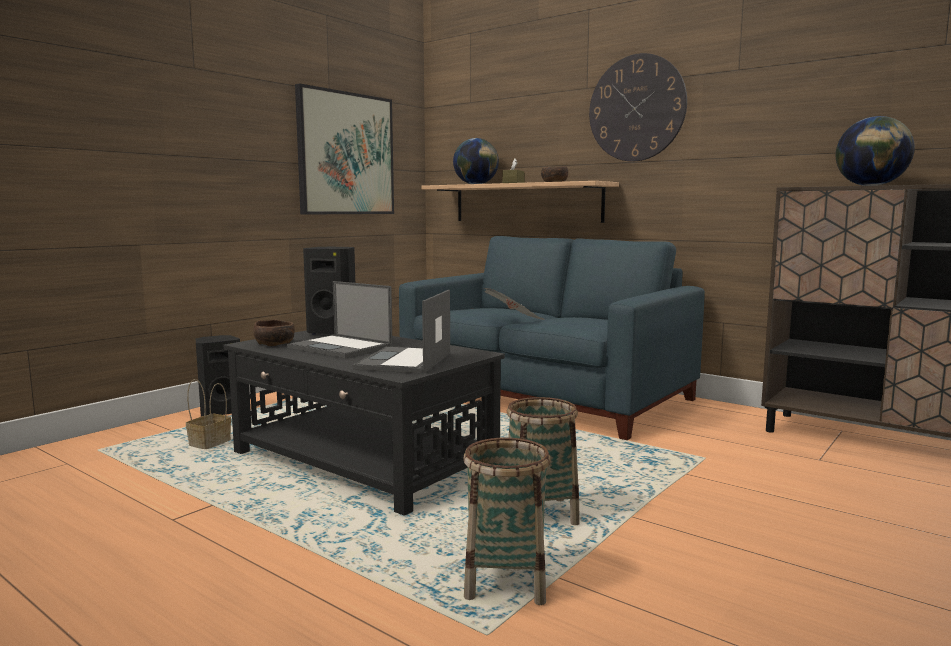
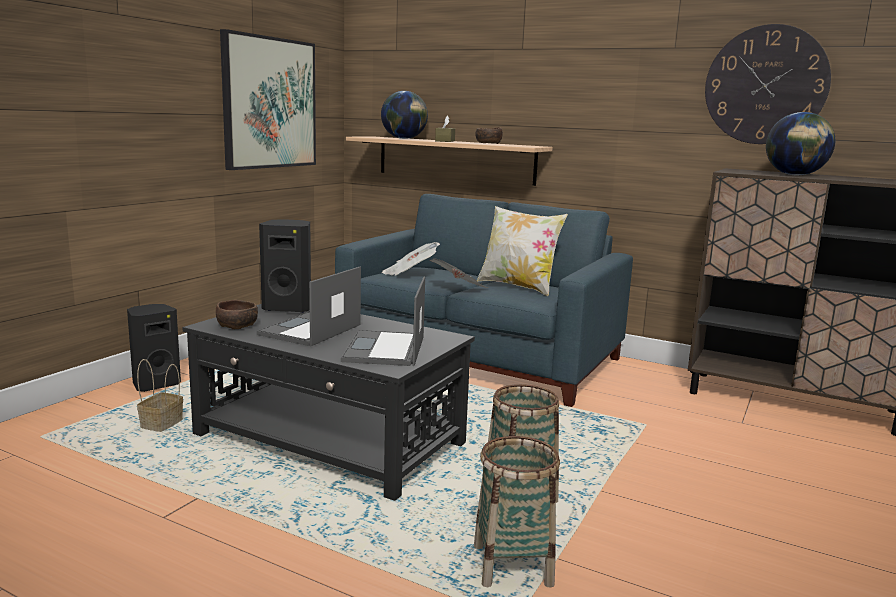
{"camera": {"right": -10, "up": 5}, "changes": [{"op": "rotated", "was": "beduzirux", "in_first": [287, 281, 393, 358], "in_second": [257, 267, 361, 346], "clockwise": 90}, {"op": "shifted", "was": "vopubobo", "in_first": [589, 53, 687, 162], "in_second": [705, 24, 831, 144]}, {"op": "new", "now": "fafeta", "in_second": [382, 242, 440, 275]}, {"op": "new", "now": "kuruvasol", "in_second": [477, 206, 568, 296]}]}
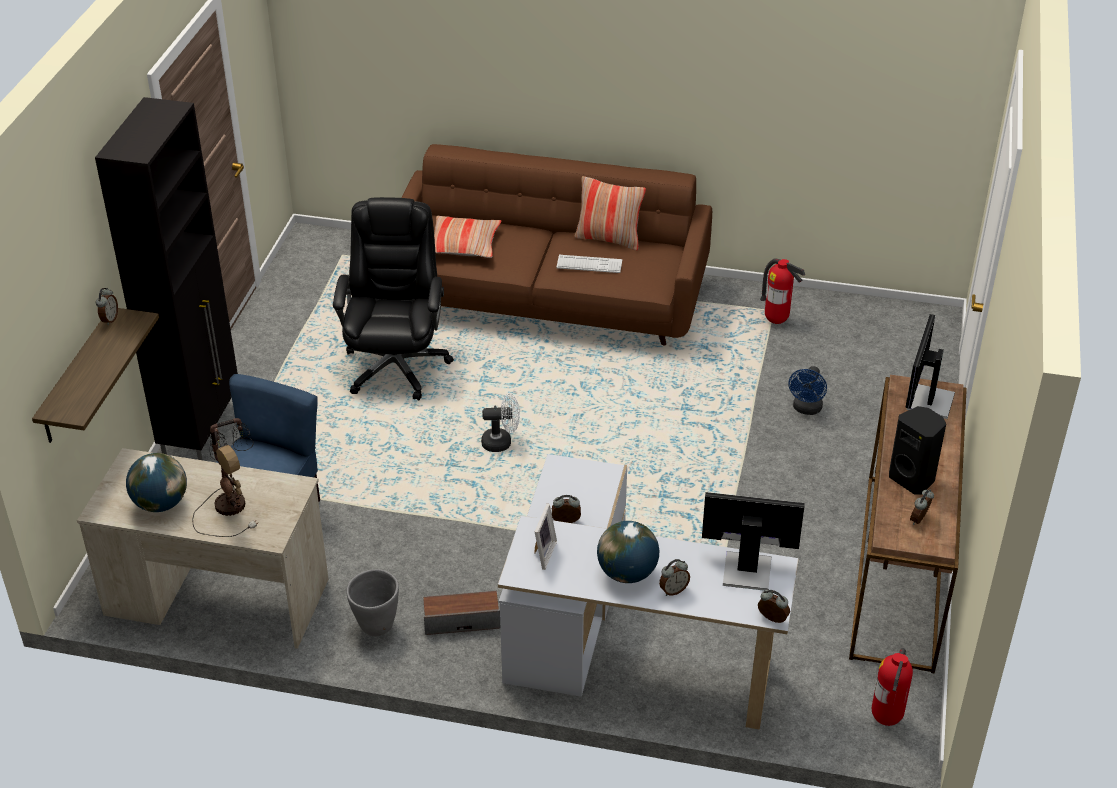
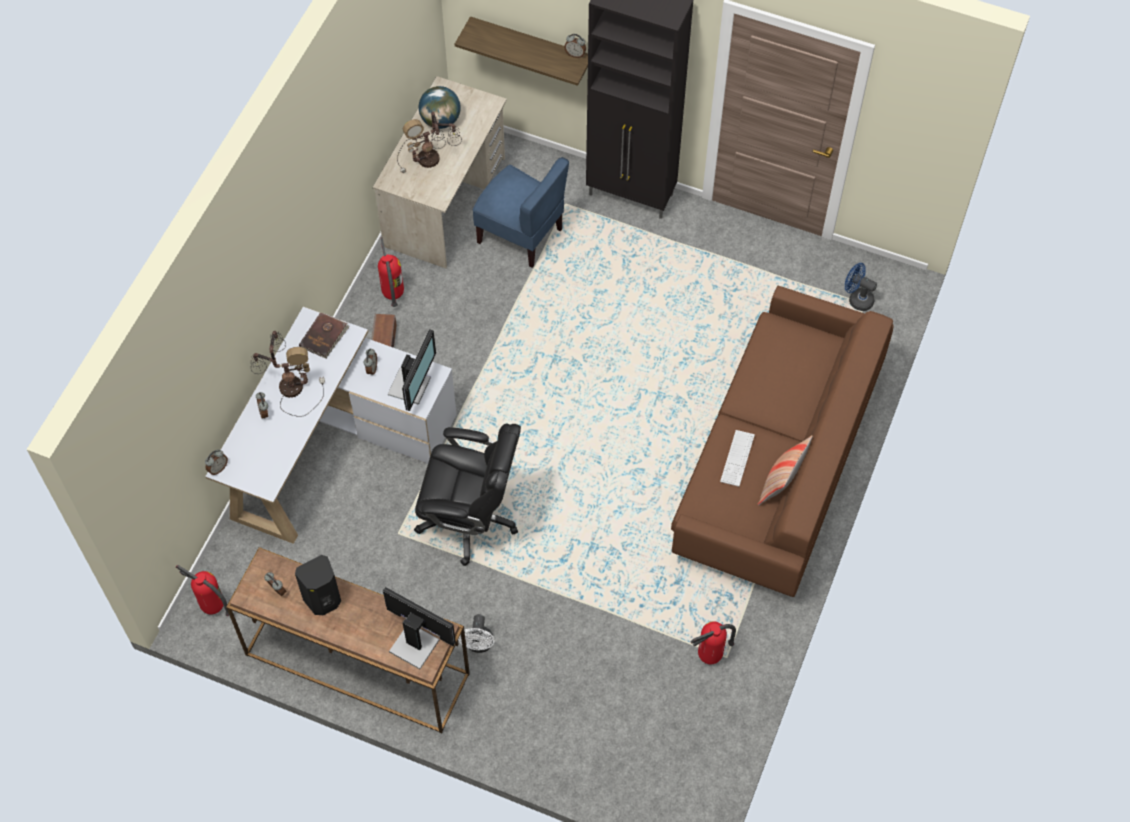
{"camera": {"right": 100, "up": 20}, "changes": [{"op": "shifted", "was": "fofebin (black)", "in_first": [333, 197, 454, 400], "in_second": [414, 424, 521, 566]}, {"op": "swapped", "was": "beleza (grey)", "now": "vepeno", "in_first": [346, 569, 399, 637], "in_second": [378, 237, 404, 307]}, {"op": "gone", "was": "kuruvasol", "in_first": [434, 216, 501, 258]}, {"op": "shifted", "was": "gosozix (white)", "in_first": [481, 393, 520, 452], "in_second": [458, 614, 495, 653]}, {"op": "swapped", "was": "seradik", "now": "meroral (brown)", "in_first": [534, 504, 557, 570], "in_second": [299, 312, 350, 359]}, {"op": "swapped", "was": "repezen", "now": "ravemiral", "in_first": [597, 521, 659, 583], "in_second": [250, 331, 325, 417]}, {"op": "shifted", "was": "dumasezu", "in_first": [702, 492, 805, 591], "in_second": [388, 329, 436, 411]}, {"op": "shifted", "was": "gosozix (blue)", "in_first": [788, 366, 827, 415], "in_second": [845, 263, 877, 311]}]}
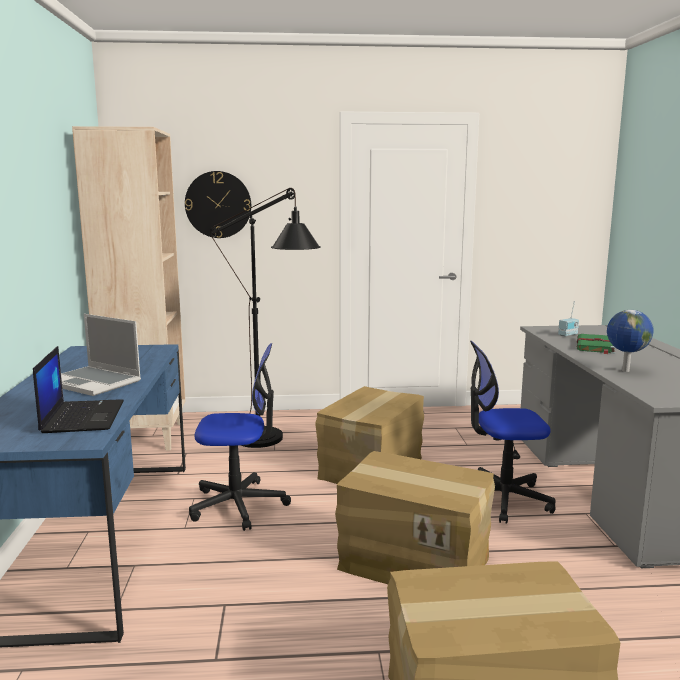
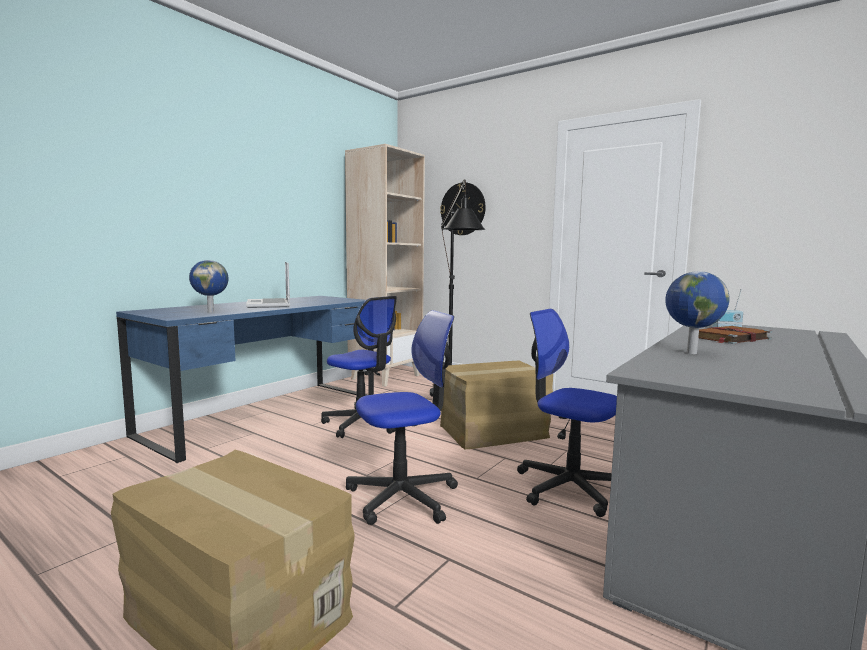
{"camera": {"right": 40, "up": -5}, "changes": [{"op": "swapped", "was": "beduzirux", "now": "repezen", "in_first": [33, 346, 124, 433], "in_second": [189, 260, 228, 313]}, {"op": "swapped", "was": "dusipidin", "now": "fofebin", "in_first": [335, 451, 495, 584], "in_second": [346, 310, 458, 525]}, {"op": "repainted", "was": "meroral (green)", "now": "meroral (brown)", "in_first": [577, 334, 615, 354], "in_second": [698, 326, 772, 344]}]}
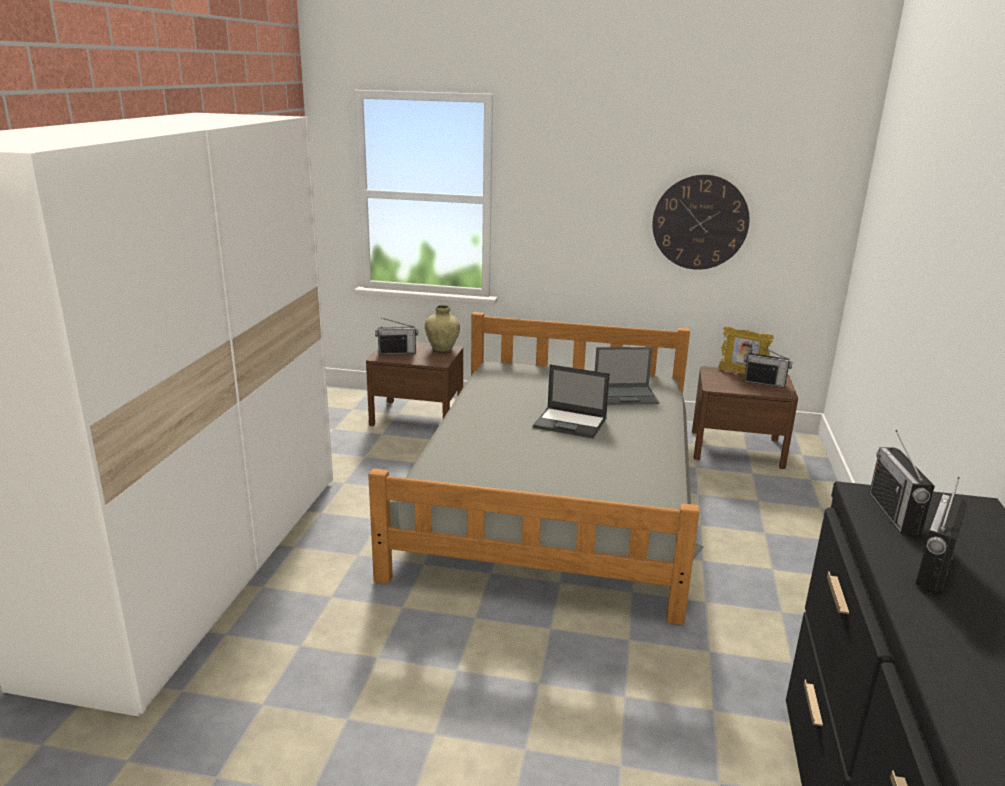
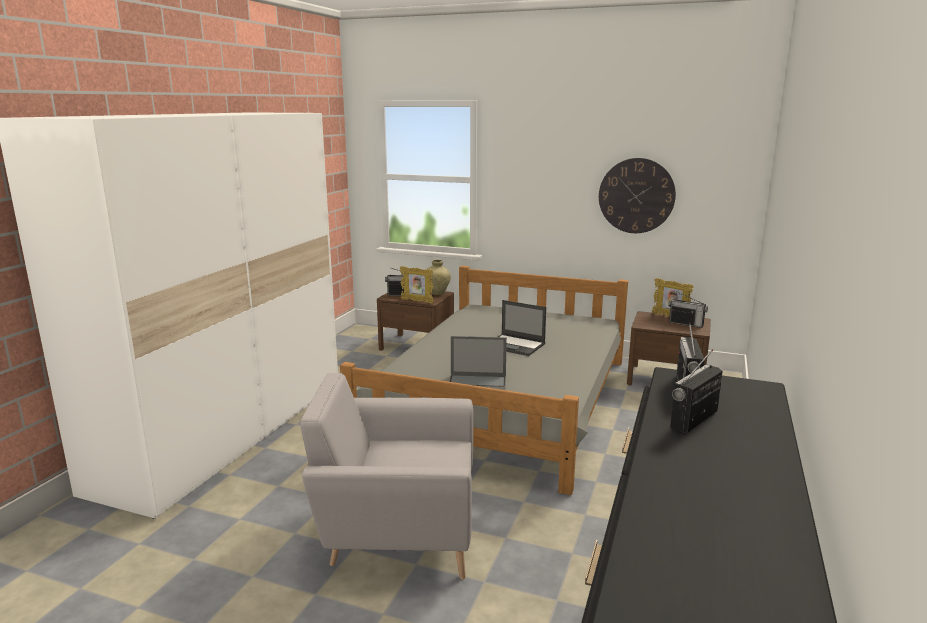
{"camera": {"right": 10, "up": -5}, "changes": [{"op": "shifted", "was": "beduzirux", "in_first": [595, 347, 660, 405], "in_second": [449, 336, 507, 390]}, {"op": "new", "now": "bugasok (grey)", "in_second": [300, 373, 473, 580]}, {"op": "new", "now": "seradik", "in_second": [400, 266, 434, 303]}]}
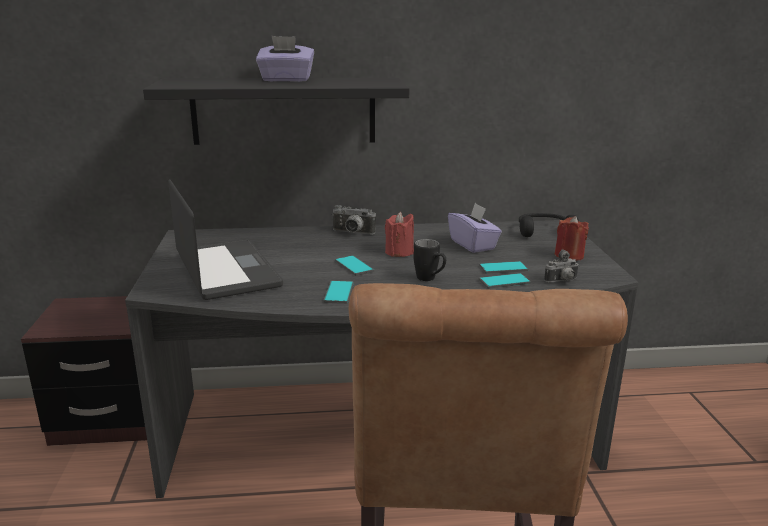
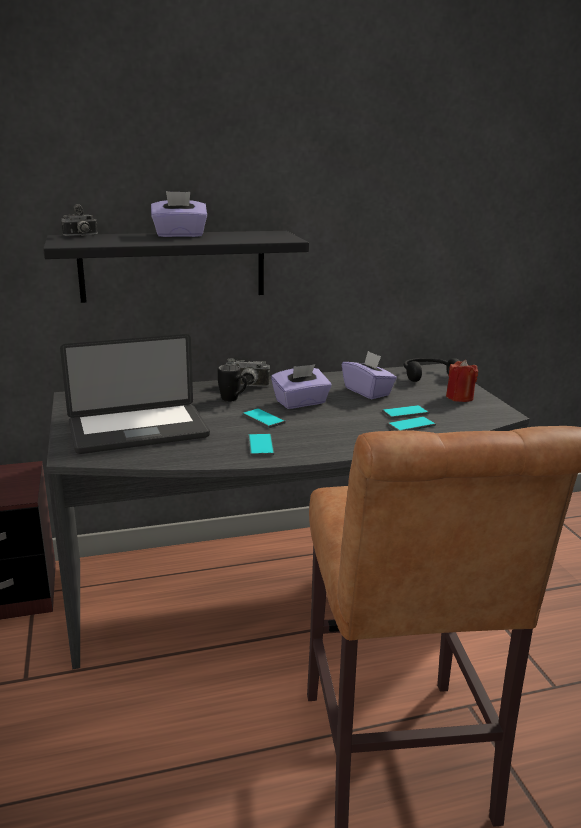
{"camera": {"right": -10, "up": 0}, "changes": [{"op": "rotated", "was": "beduzirux", "in_first": [168, 179, 283, 300], "in_second": [60, 334, 210, 454], "clockwise": 105}, {"op": "swapped", "was": "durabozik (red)", "now": "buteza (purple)", "in_first": [385, 212, 414, 257], "in_second": [271, 364, 332, 409]}, {"op": "shifted", "was": "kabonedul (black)", "in_first": [414, 239, 446, 281], "in_second": [218, 364, 247, 402]}, {"op": "shifted", "was": "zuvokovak", "in_first": [544, 250, 579, 283], "in_second": [62, 204, 98, 236]}]}
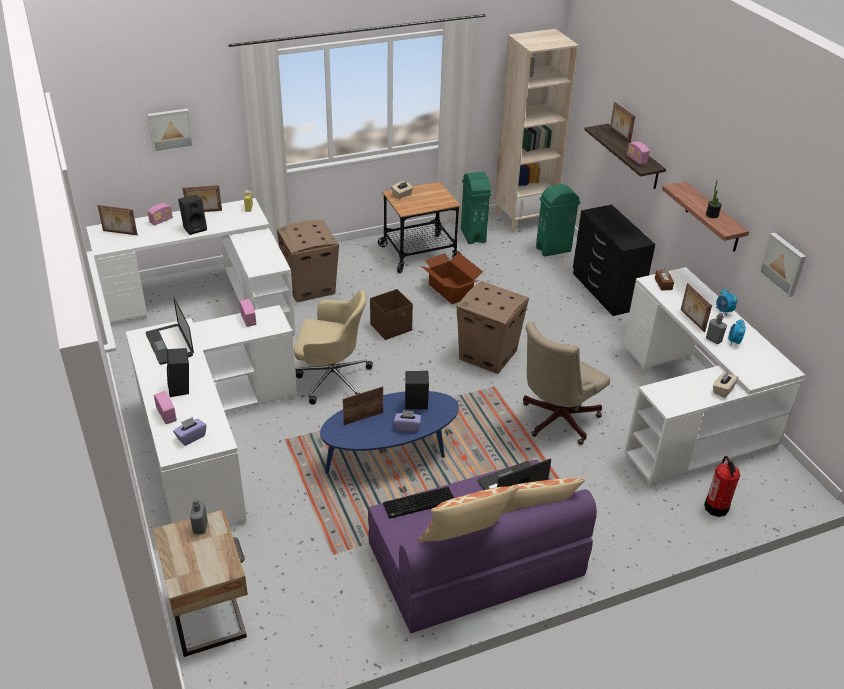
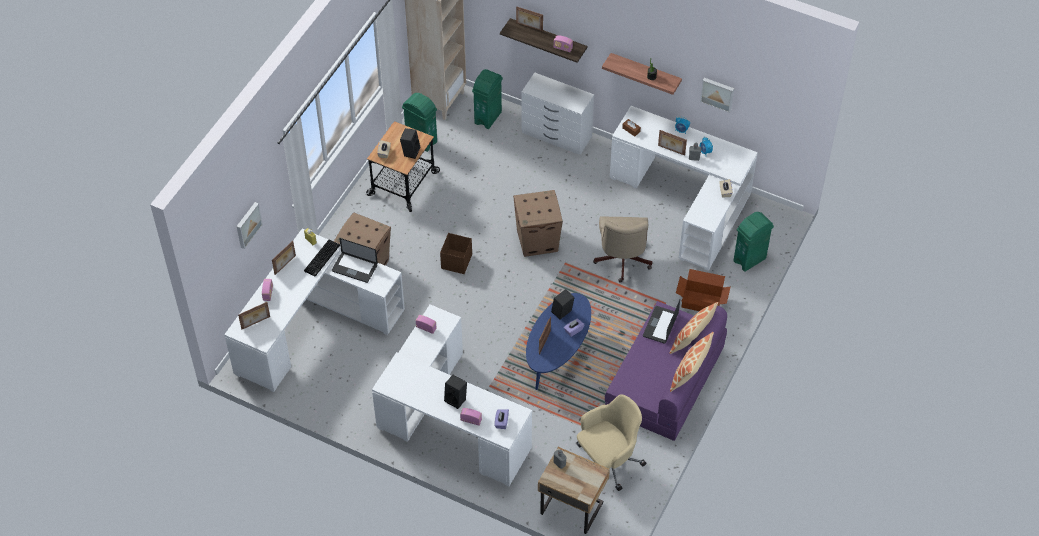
{"camera": {"right": -40, "up": 15}, "changes": [{"op": "shifted", "was": "beduzirux", "in_first": [146, 297, 194, 365], "in_second": [332, 238, 378, 283]}, {"op": "shifted", "was": "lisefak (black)", "in_first": [178, 194, 207, 235], "in_second": [400, 128, 420, 159]}, {"op": "shifted", "was": "fofebin (beige)", "in_first": [294, 290, 373, 405], "in_second": [576, 394, 646, 491]}, {"op": "shifted", "was": "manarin", "in_first": [383, 487, 454, 519], "in_second": [304, 240, 340, 276]}, {"op": "shifted", "was": "dusipidin", "in_first": [421, 253, 483, 304], "in_second": [676, 269, 731, 311]}, {"op": "repainted", "was": "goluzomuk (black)", "now": "goluzomuk (white)", "in_first": [573, 205, 655, 316], "in_second": [521, 73, 594, 155]}, {"op": "swapped", "was": "vepeno", "now": "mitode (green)", "in_first": [704, 456, 740, 517], "in_second": [733, 212, 774, 272]}]}
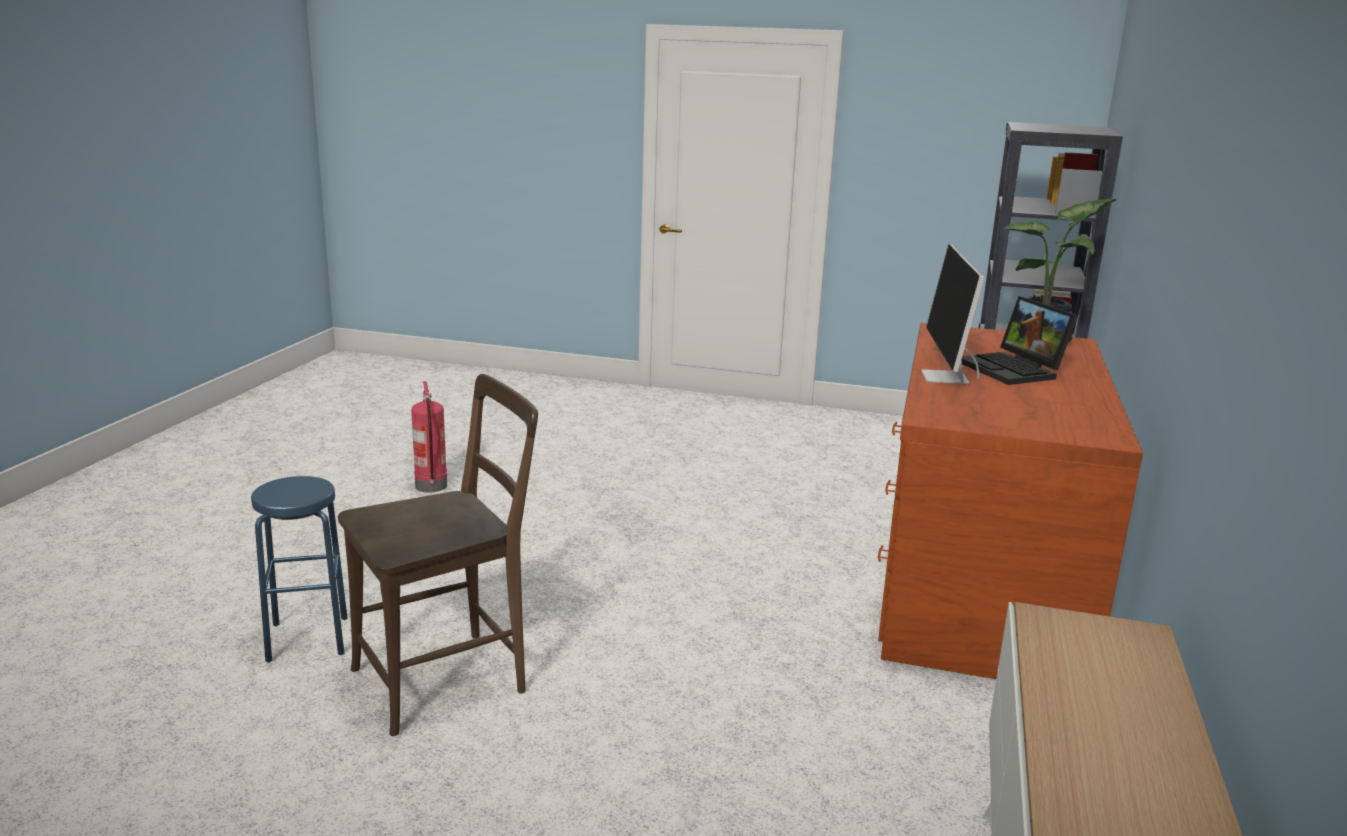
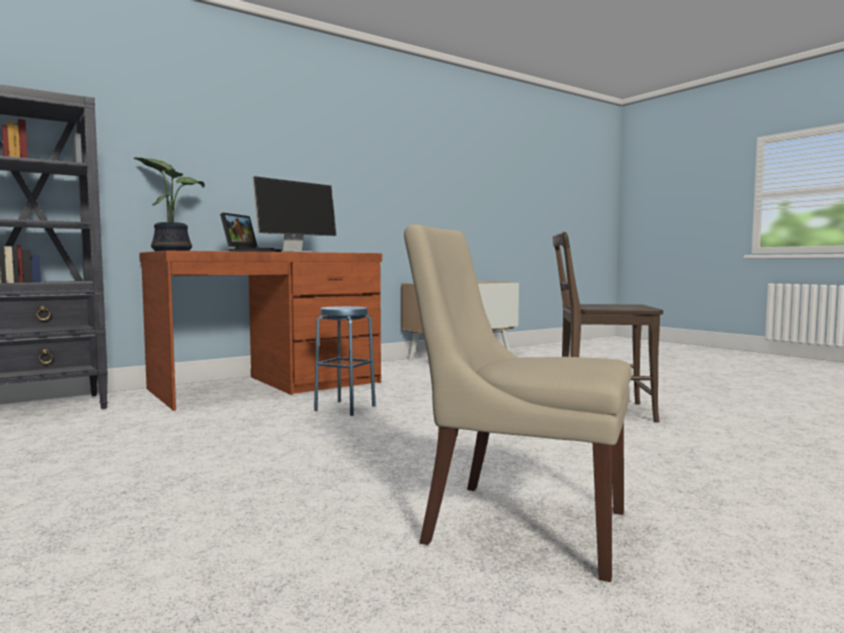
{"camera": {"right": -140, "up": -15}, "changes": [{"op": "shifted", "was": "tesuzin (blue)", "in_first": [251, 476, 348, 663], "in_second": [314, 306, 376, 416]}, {"op": "swapped", "was": "vepeno", "now": "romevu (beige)", "in_first": [411, 381, 447, 492], "in_second": [404, 224, 632, 582]}]}
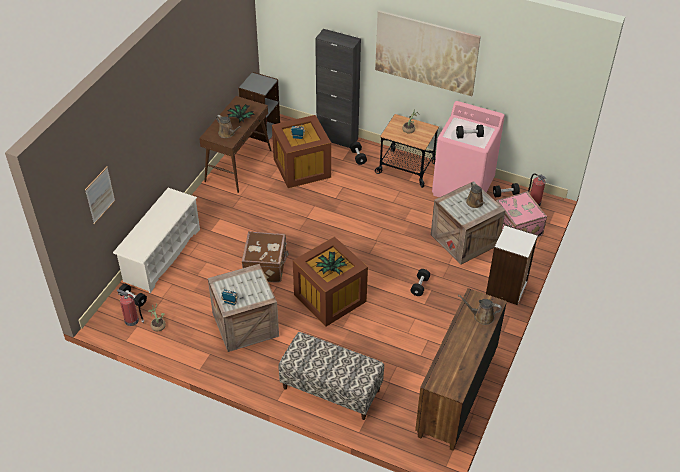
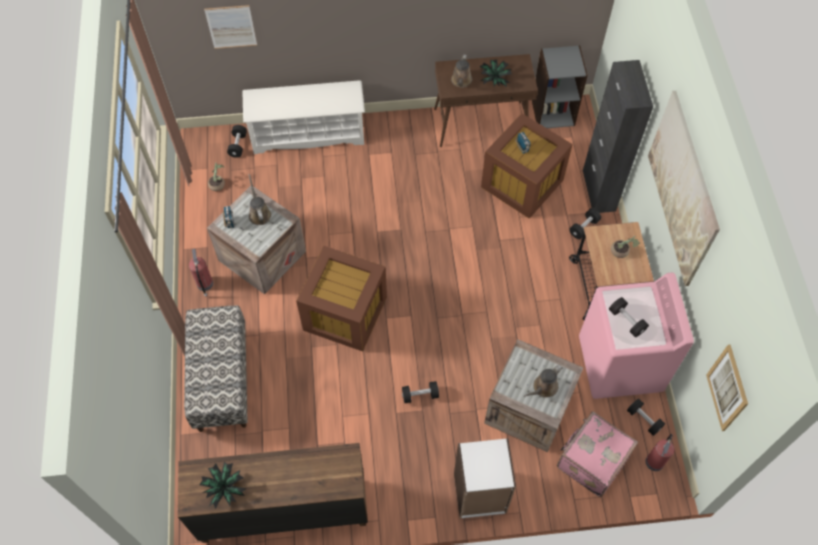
{"camera": {"right": 60, "up": 15}, "changes": [{"op": "shifted", "was": "vepeno", "in_first": [117, 289, 144, 326], "in_second": [189, 249, 213, 297]}, {"op": "gone", "was": "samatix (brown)", "in_first": [242, 231, 289, 283]}, {"op": "shifted", "was": "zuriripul", "in_first": [316, 251, 347, 275], "in_second": [199, 462, 246, 509]}, {"op": "shifted", "was": "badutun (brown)", "in_first": [458, 295, 502, 325], "in_second": [248, 174, 271, 225]}, {"op": "new", "now": "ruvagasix", "in_second": [706, 345, 748, 431]}]}
